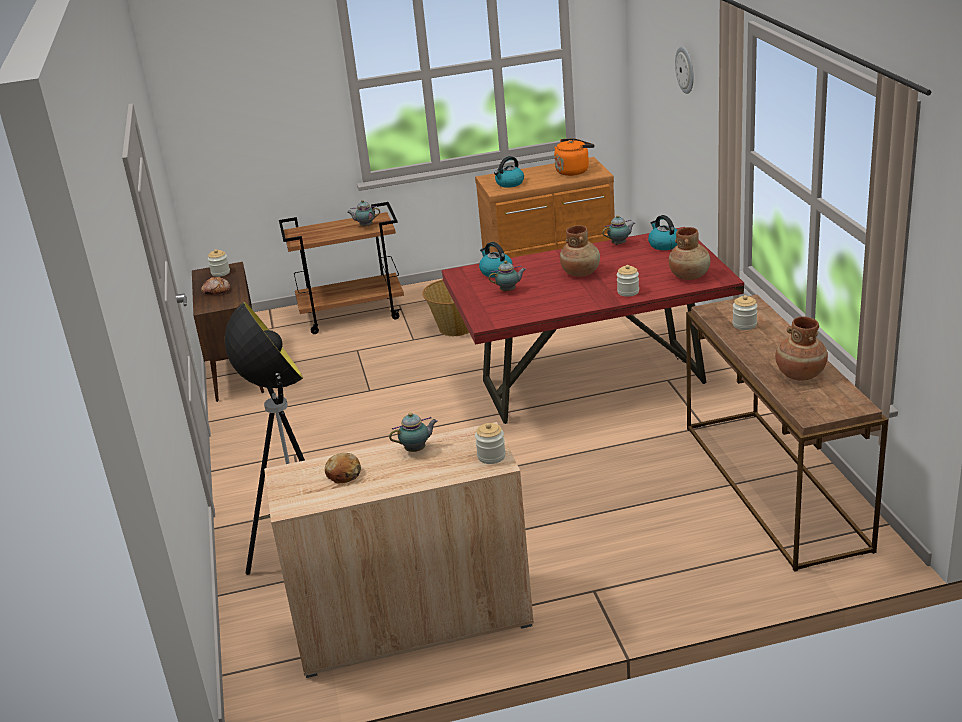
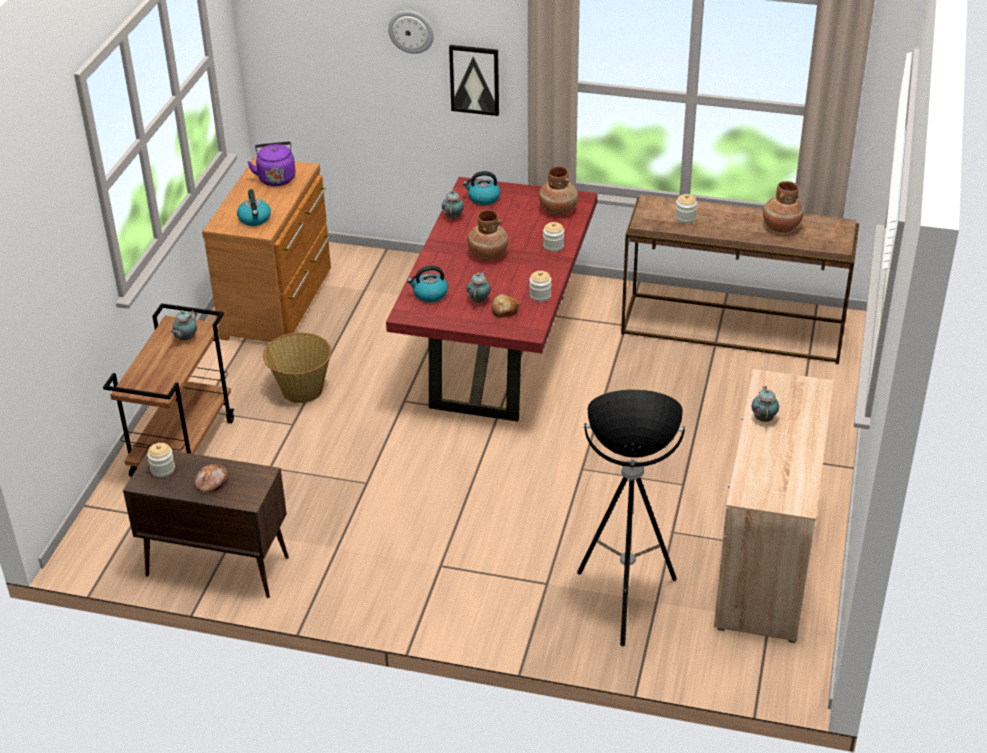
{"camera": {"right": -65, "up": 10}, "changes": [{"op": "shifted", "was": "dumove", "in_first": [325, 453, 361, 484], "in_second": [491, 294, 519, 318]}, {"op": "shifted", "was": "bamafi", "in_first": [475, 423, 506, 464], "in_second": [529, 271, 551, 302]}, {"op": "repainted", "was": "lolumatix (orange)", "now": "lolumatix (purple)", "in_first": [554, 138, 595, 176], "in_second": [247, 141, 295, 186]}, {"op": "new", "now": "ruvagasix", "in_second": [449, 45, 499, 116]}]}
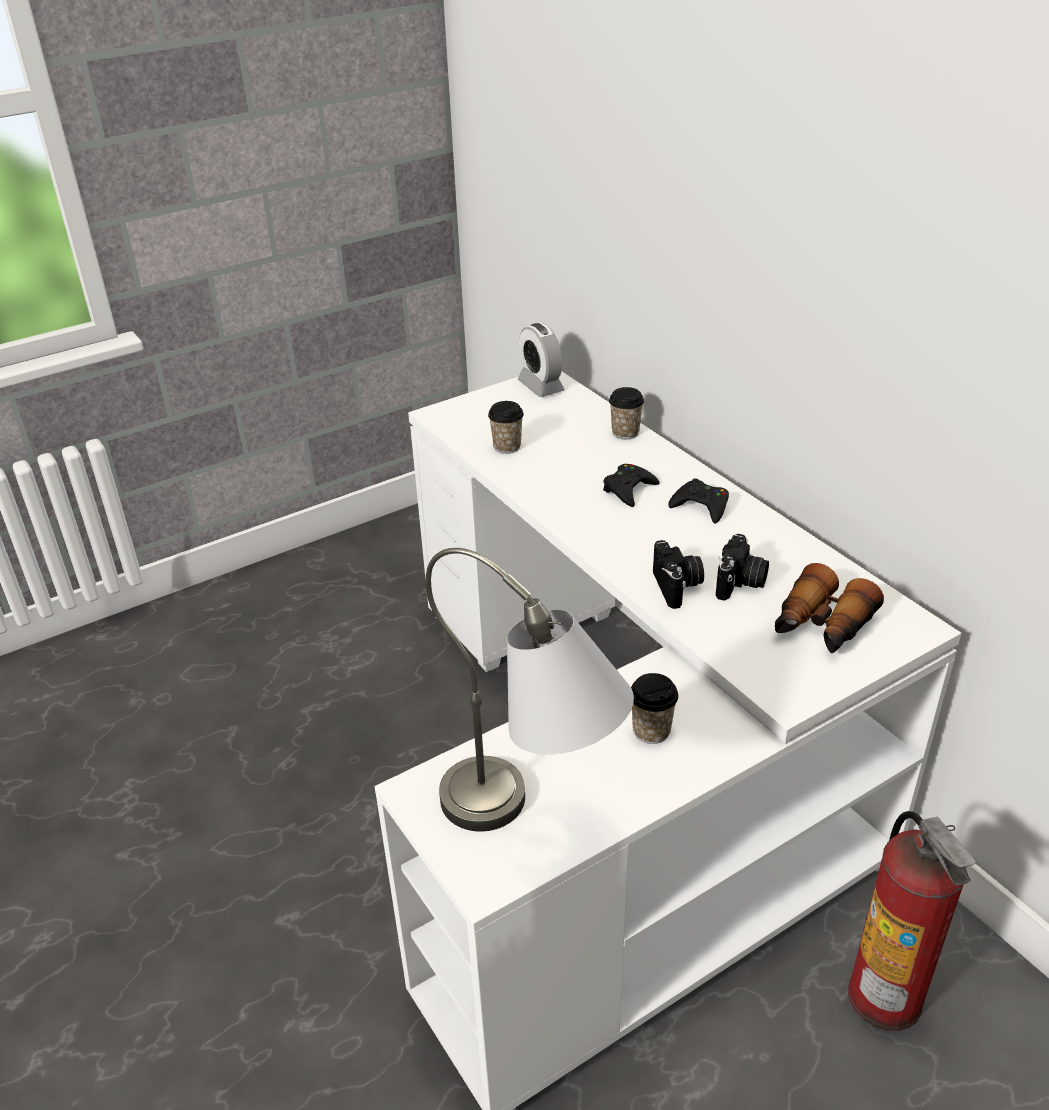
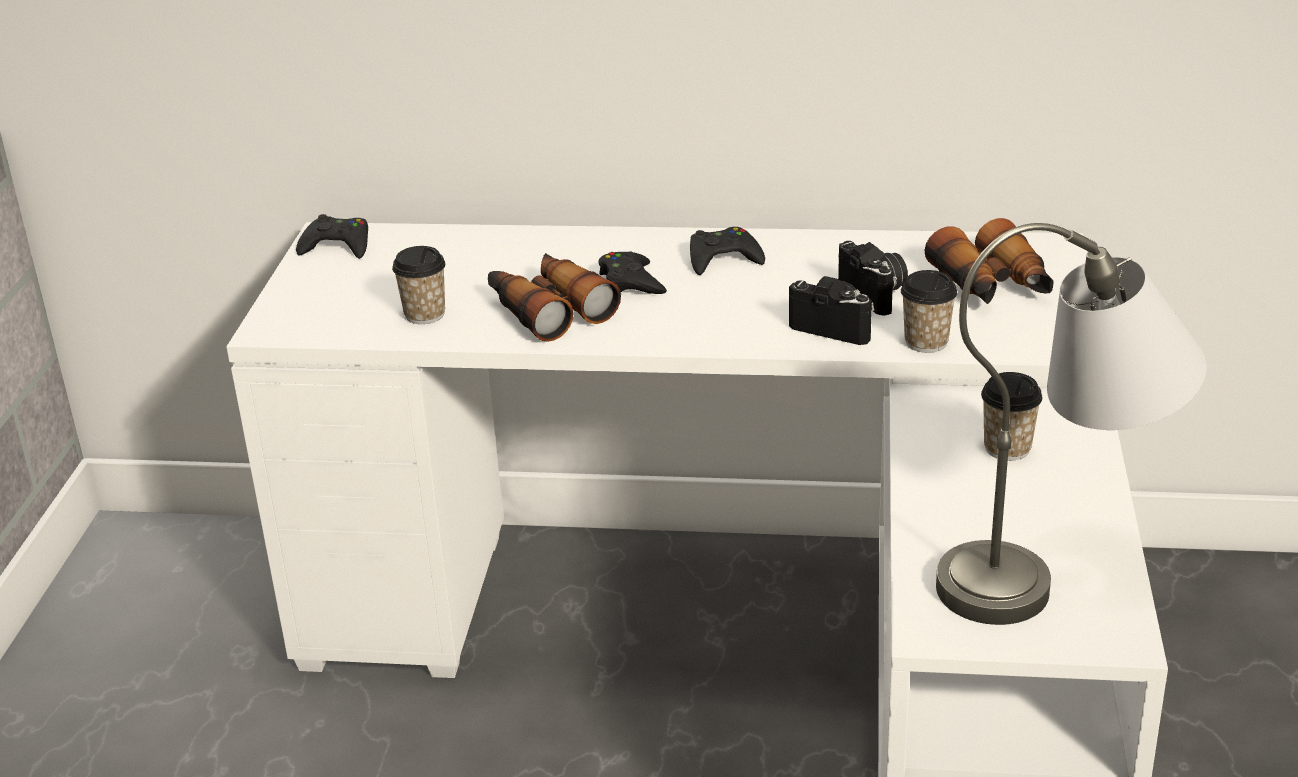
{"camera": {"right": -50, "up": -5}, "changes": [{"op": "swapped", "was": "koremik", "now": "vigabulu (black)", "in_first": [518, 323, 565, 397], "in_second": [296, 214, 368, 259]}, {"op": "shifted", "was": "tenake", "in_first": [609, 387, 644, 439], "in_second": [901, 270, 957, 353]}, {"op": "gone", "was": "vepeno", "in_first": [848, 811, 977, 1031]}, {"op": "new", "now": "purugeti", "in_second": [488, 253, 621, 342]}]}
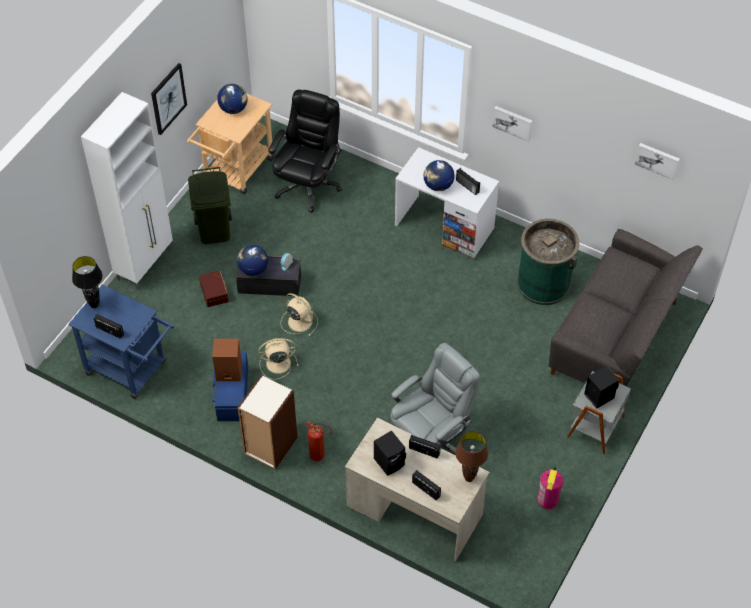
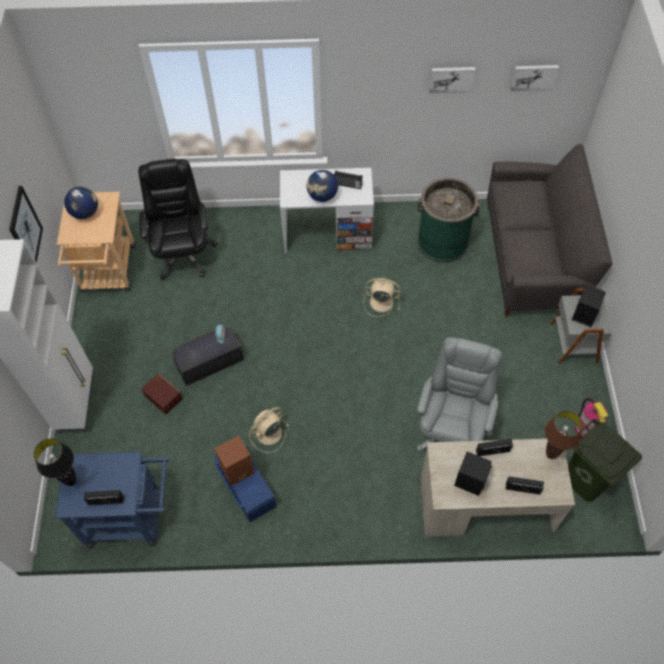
{"camera": {"right": -30, "up": 5}, "changes": [{"op": "shifted", "was": "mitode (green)", "in_first": [188, 167, 232, 244], "in_second": [568, 419, 642, 502]}, {"op": "gone", "was": "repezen", "in_first": [237, 245, 268, 276]}, {"op": "gone", "was": "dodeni", "in_first": [238, 375, 297, 469]}, {"op": "shifted", "was": "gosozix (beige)", "in_first": [281, 293, 318, 336], "in_second": [363, 278, 401, 317]}, {"op": "gone", "was": "vepeno", "in_first": [306, 421, 332, 461]}, {"op": "shifted", "was": "ruvagasix", "in_first": [493, 106, 532, 142], "in_second": [429, 67, 475, 93]}]}
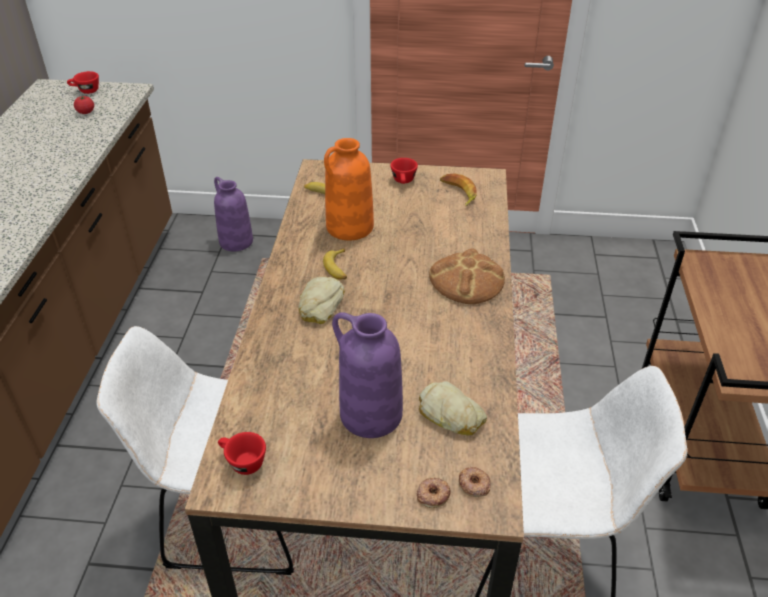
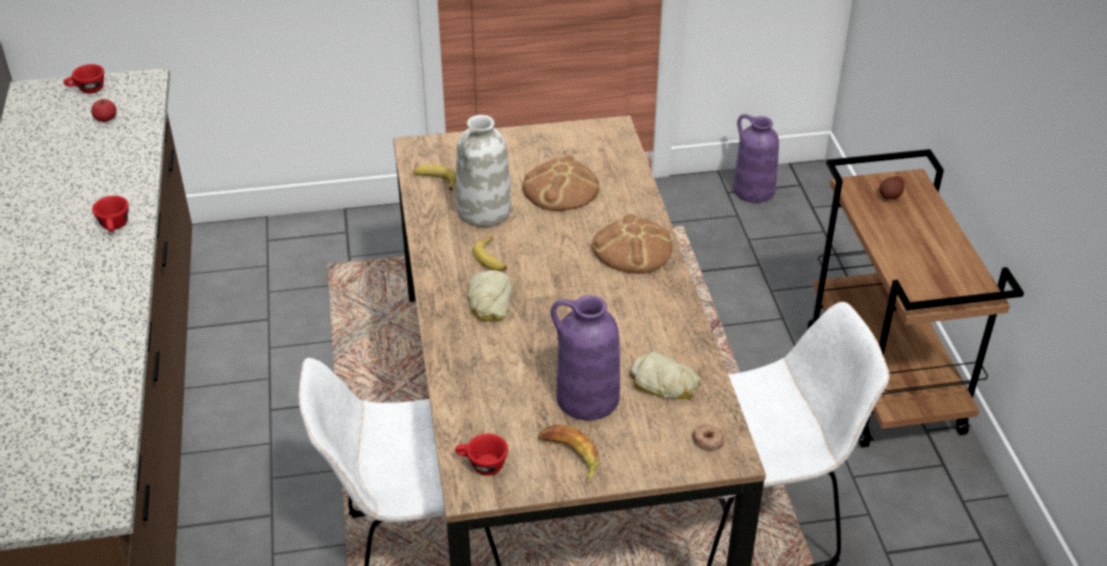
{"camera": {"right": -15, "up": 0}, "changes": [{"op": "shifted", "was": "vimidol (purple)", "in_first": [214, 177, 253, 251], "in_second": [733, 114, 779, 203]}, {"op": "repainted", "was": "vimidol (orange)", "now": "vimidol (white)", "in_first": [324, 138, 374, 240], "in_second": [456, 115, 511, 227]}, {"op": "shifted", "was": "tenake (red)", "in_first": [390, 158, 418, 184], "in_second": [92, 196, 129, 232]}, {"op": "gone", "was": "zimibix", "in_first": [417, 478, 451, 508]}, {"op": "shifted", "was": "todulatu", "in_first": [440, 174, 477, 206], "in_second": [538, 425, 599, 483]}, {"op": "new", "now": "dumove", "in_second": [522, 154, 599, 211]}, {"op": "new", "now": "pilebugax", "in_second": [879, 176, 904, 199]}]}
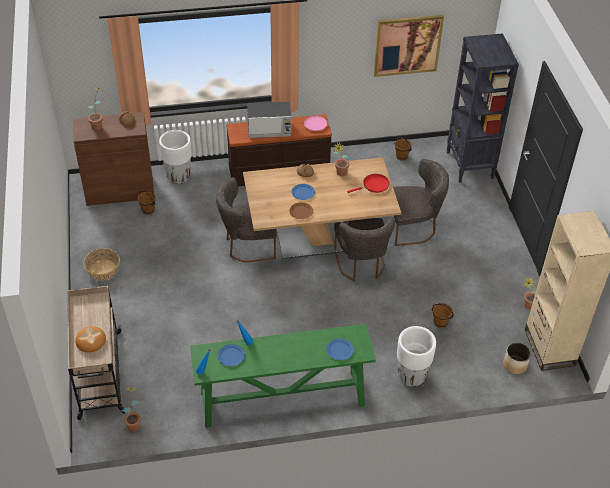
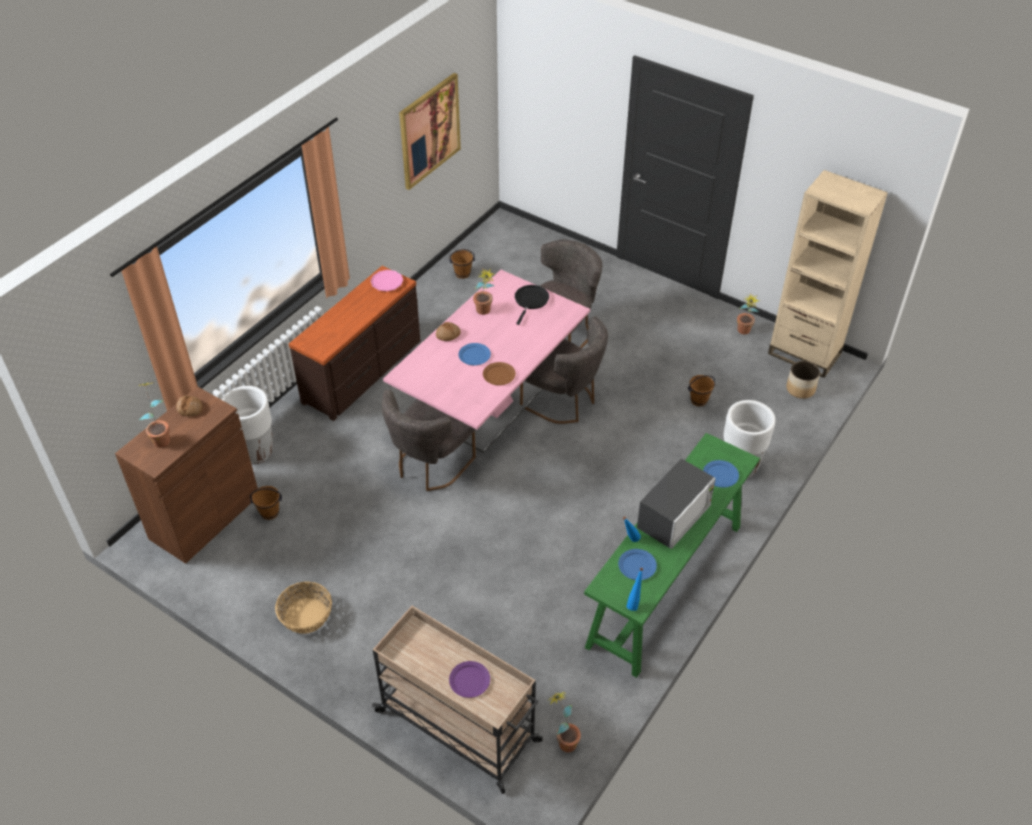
{"camera": {"right": -45, "up": 0}, "changes": [{"op": "swapped", "was": "dumove", "now": "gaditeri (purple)", "in_first": [76, 326, 106, 352], "in_second": [449, 661, 490, 698]}, {"op": "repainted", "was": "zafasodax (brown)", "now": "zafasodax (pink)", "in_first": [243, 157, 401, 259], "in_second": [383, 270, 590, 453]}, {"op": "shifted", "was": "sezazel", "in_first": [247, 102, 291, 138], "in_second": [637, 458, 716, 549]}, {"op": "repainted", "was": "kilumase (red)", "now": "kilumase (black)", "in_first": [347, 174, 390, 193], "in_second": [515, 285, 549, 325]}, {"op": "gone", "was": "dodeni (black)", "in_first": [447, 33, 519, 183]}]}
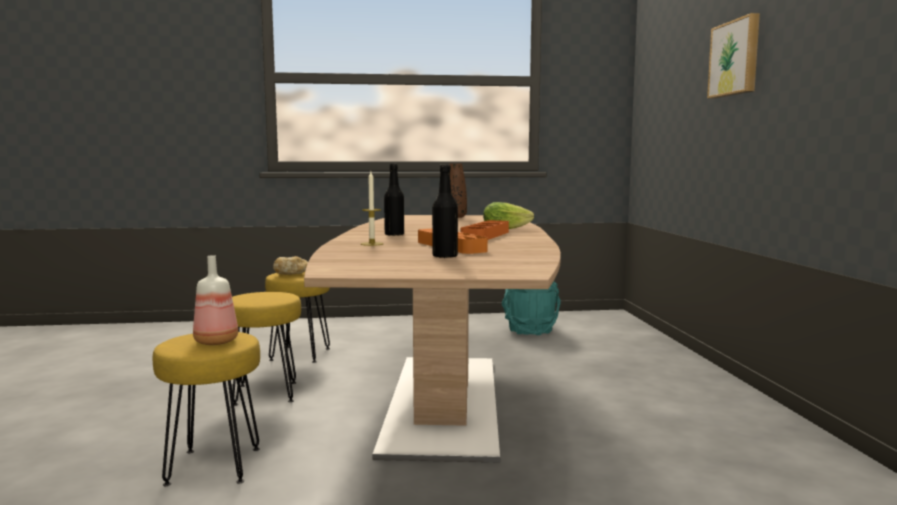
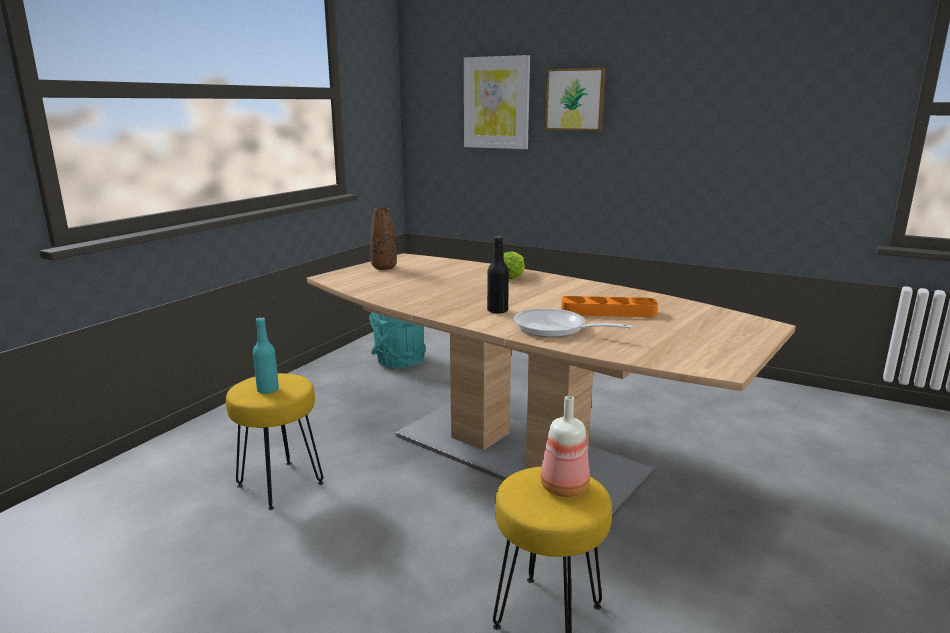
{"camera": {"right": -55, "up": 10}, "changes": [{"op": "gone", "was": "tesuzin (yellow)", "in_first": [232, 292, 301, 406]}, {"op": "swapped", "was": "dumove", "now": "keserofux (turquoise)", "in_first": [273, 256, 308, 275], "in_second": [253, 317, 279, 394]}, {"op": "swapped", "was": "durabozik", "now": "kilumase", "in_first": [361, 172, 383, 246], "in_second": [514, 308, 633, 338]}, {"op": "gone", "was": "keserofux (black)", "in_first": [432, 165, 458, 258]}, {"op": "gone", "was": "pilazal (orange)", "in_first": [460, 220, 509, 240]}, {"op": "new", "now": "ruvagasix", "in_second": [464, 55, 530, 149]}]}
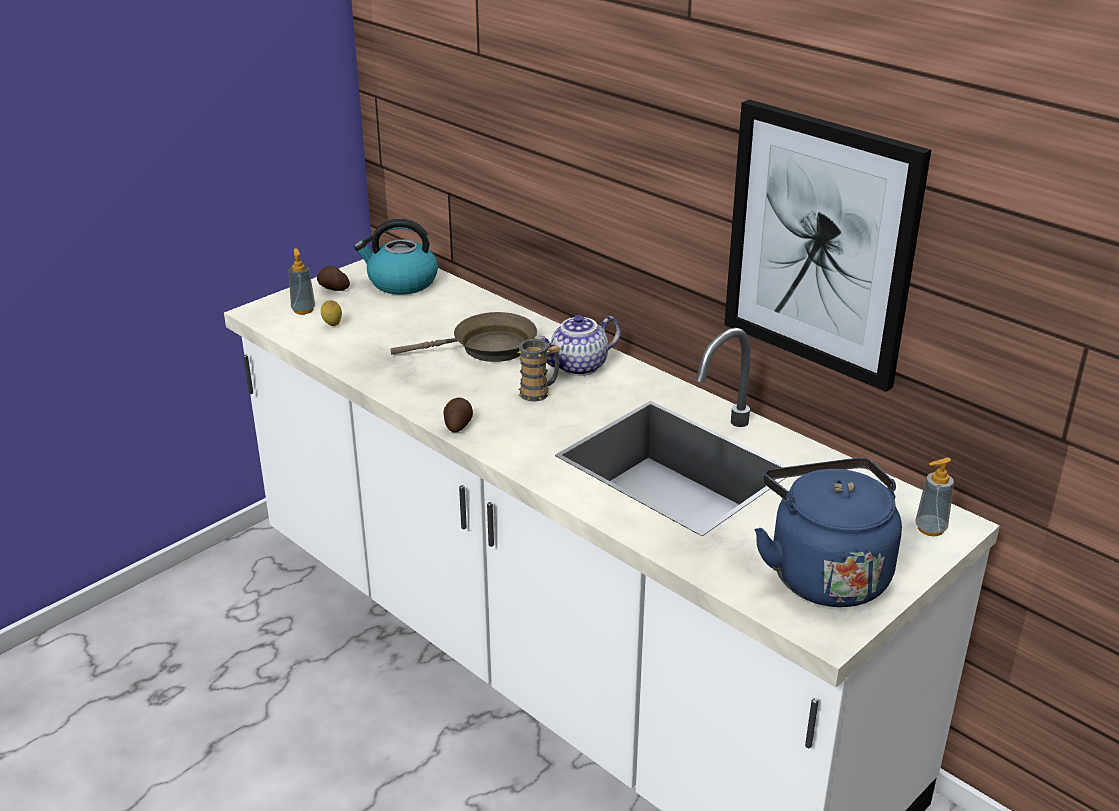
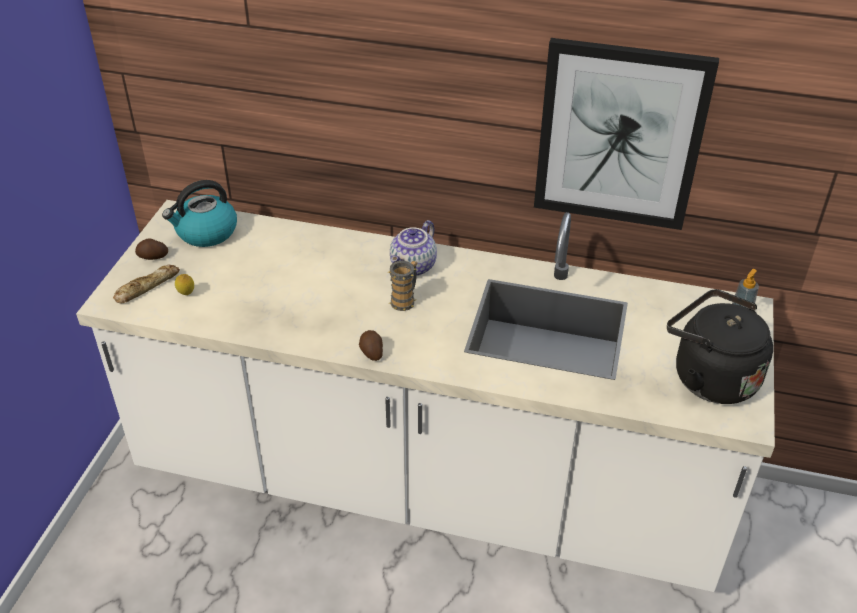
{"camera": {"right": -30, "up": 10}, "changes": [{"op": "swapped", "was": "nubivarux", "now": "dumove", "in_first": [288, 248, 315, 315], "in_second": [113, 264, 180, 303]}, {"op": "gone", "was": "kilumase (brown)", "in_first": [391, 312, 537, 362]}, {"op": "repainted", "was": "lolumatix (blue)", "now": "lolumatix (black)", "in_first": [754, 458, 902, 607], "in_second": [667, 289, 773, 404]}]}
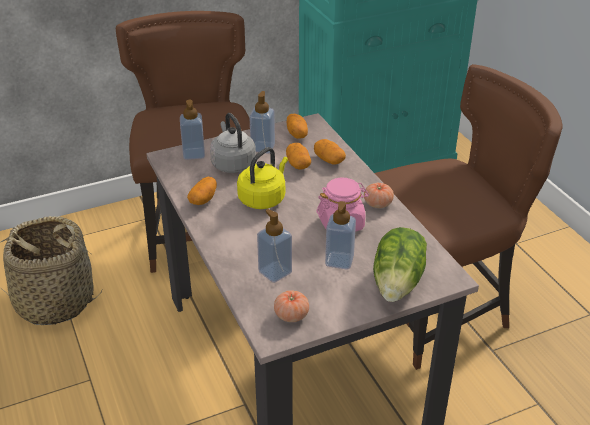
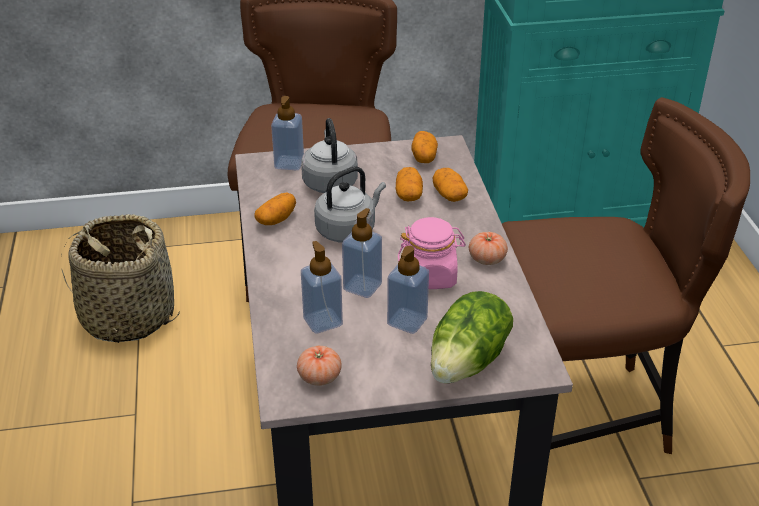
{"camera": {"right": 15, "up": 0}, "changes": [{"op": "repainted", "was": "lolumatix (yellow)", "now": "lolumatix (grey)", "in_first": [237, 147, 288, 209], "in_second": [314, 166, 386, 243]}, {"op": "shifted", "was": "nubivarux", "in_first": [249, 91, 275, 154], "in_second": [342, 208, 382, 298]}]}
